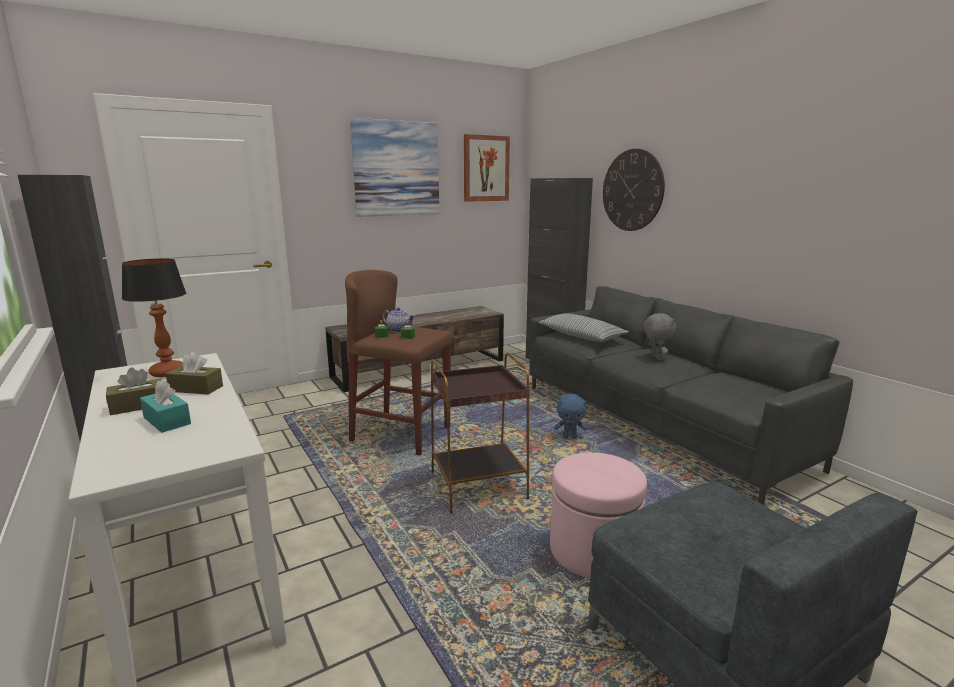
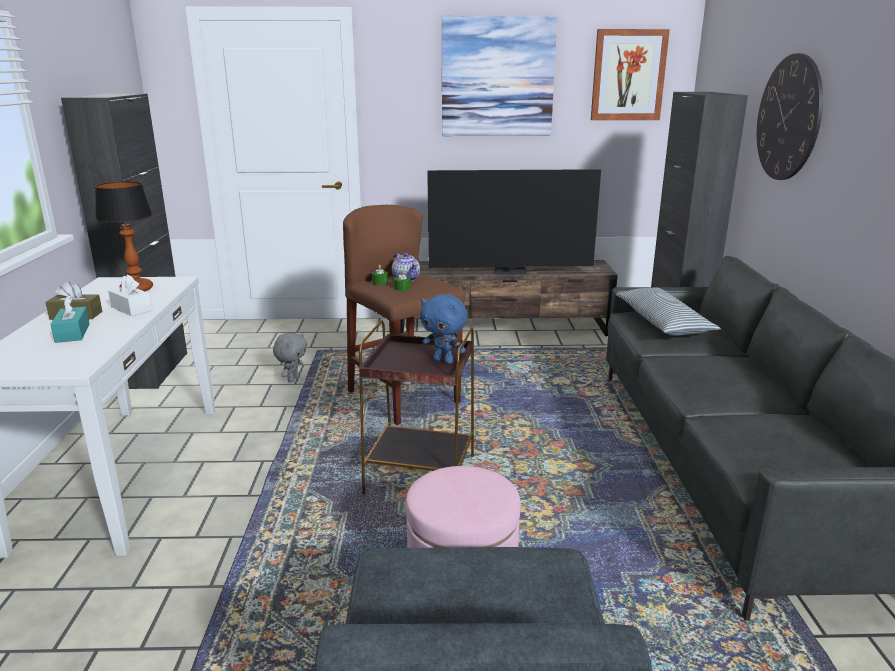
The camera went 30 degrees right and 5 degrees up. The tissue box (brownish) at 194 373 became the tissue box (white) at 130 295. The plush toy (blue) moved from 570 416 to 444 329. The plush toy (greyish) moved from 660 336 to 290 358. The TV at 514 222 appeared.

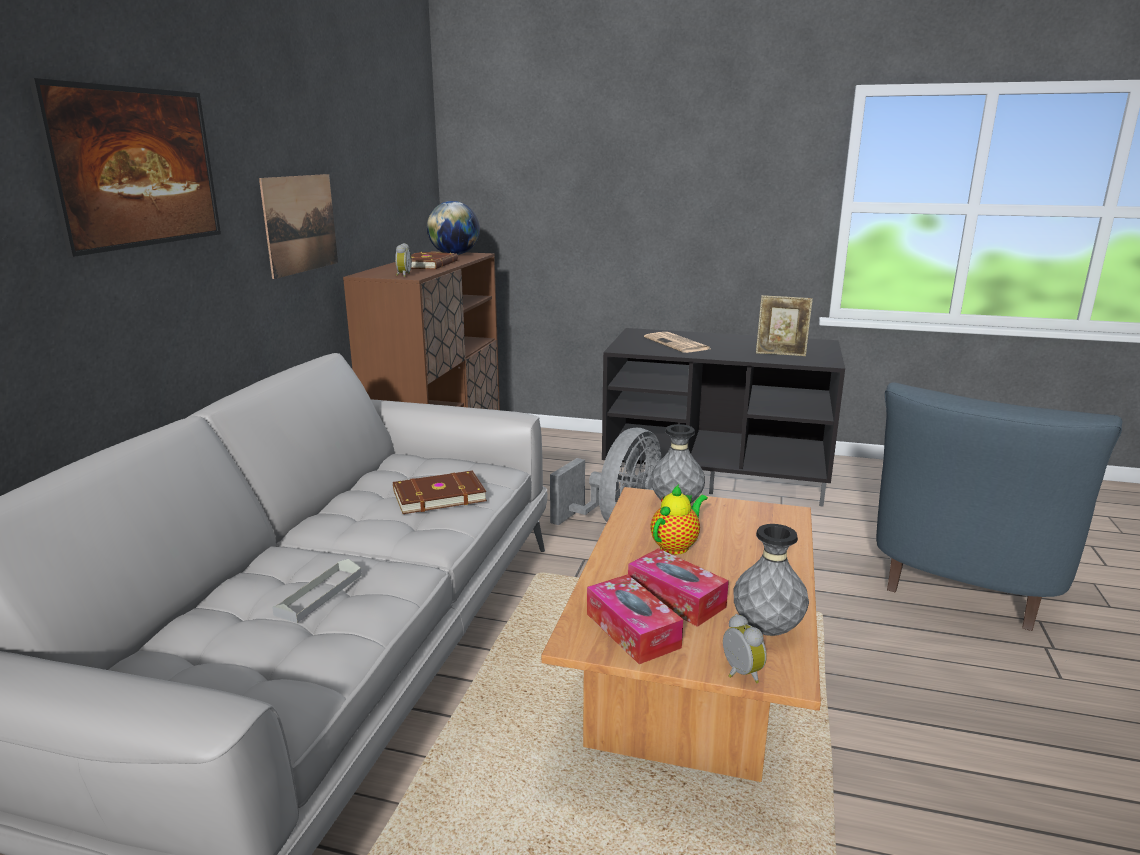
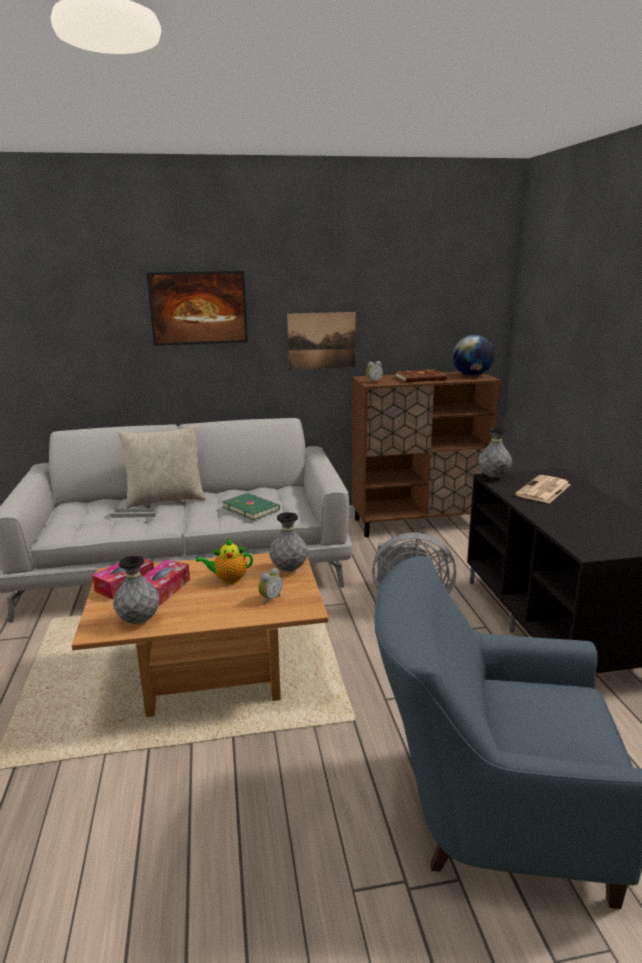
The camera went 65 degrees right and 0 degrees up. The volume (brownish) at 440 492 became the volume (green) at 251 506. The pot for tea at 679 519 turned 150 degrees clockwise. The bedside clock moved from 745 648 to 270 586. The standing frame at 784 325 disappeared. The cushion (beige) at 162 466 appeared. The decorative vase (greyish) at 495 452 appeared.

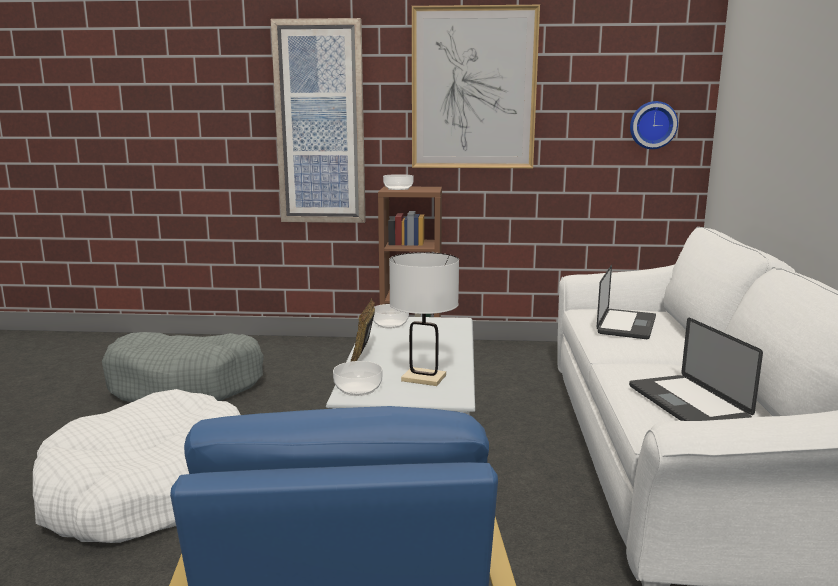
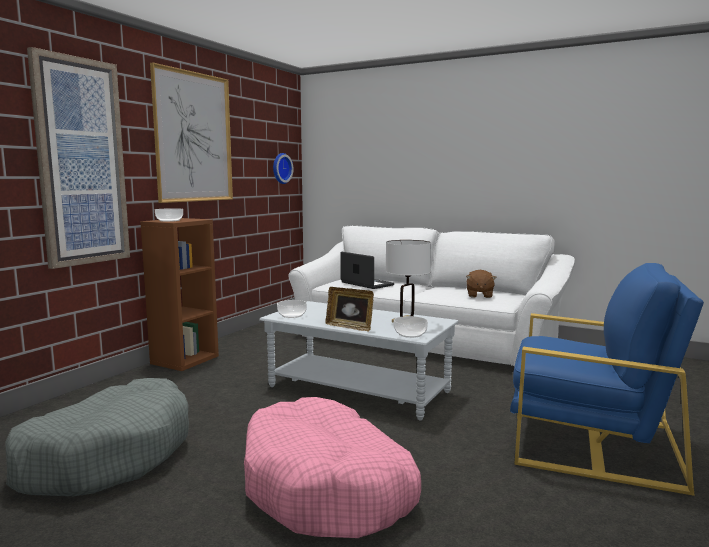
The camera went 65 degrees left and 5 degrees down. The pet bed (white) at 137 466 became the pet bed (pinkish) at 332 467. The portable computer at 696 369 was replaced by the plush toy (brownish) at 481 284.

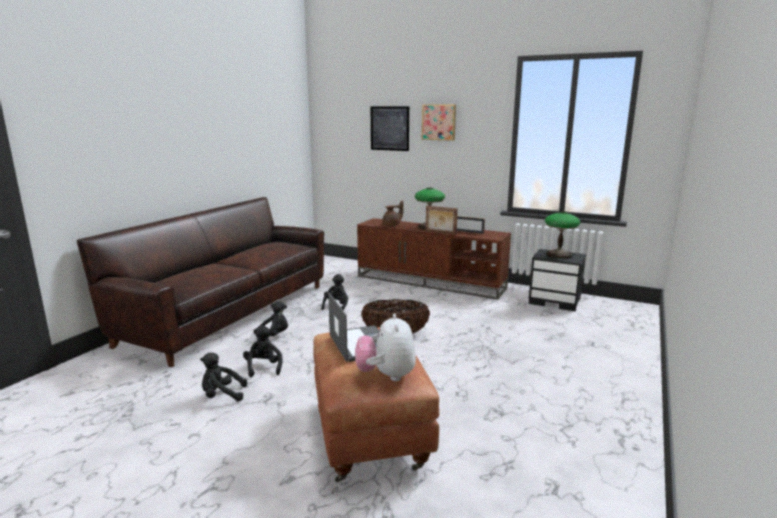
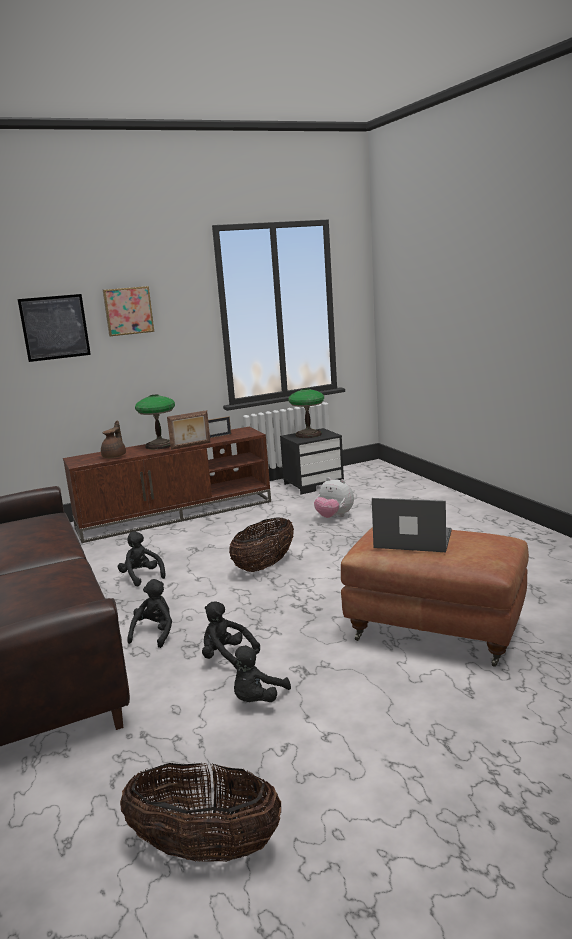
The camera went 50 degrees left and 0 degrees up. The plush toy moved from 385 347 to 334 497. The household basket at 200 812 appeared.

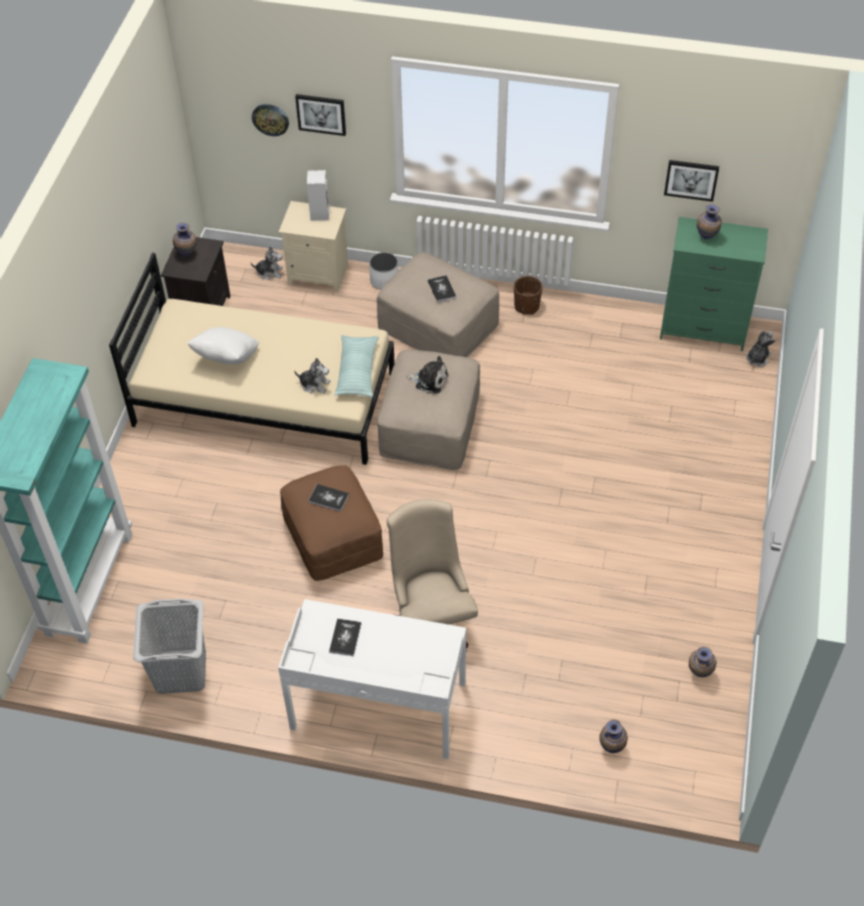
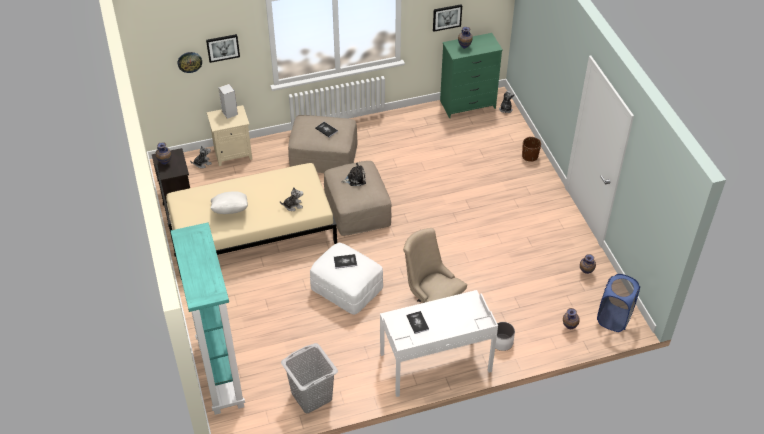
The camera went 30 degrees left and 5 degrees down. The footrest (brownish) at 331 523 became the footrest (white) at 346 279. The cushion at 356 366 disappeared. The flower pot (white) moved from 384 271 to 503 336. The flower pot (brownish) moved from 528 295 to 531 149. The hamper (blue) at 618 303 appeared.

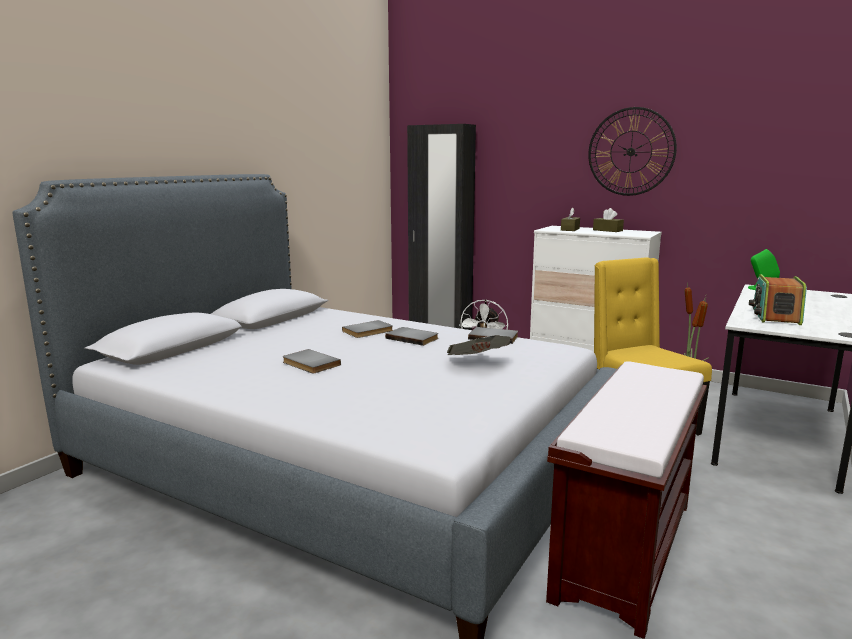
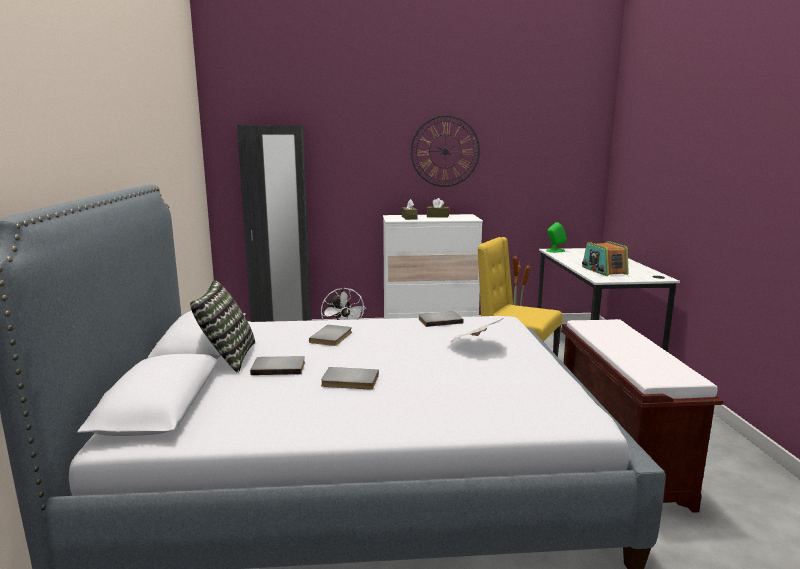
The camera went 35 degrees left and 0 degrees up. The volume (greyish) moved from 411 336 to 277 365. The cushion at 222 326 appeared.

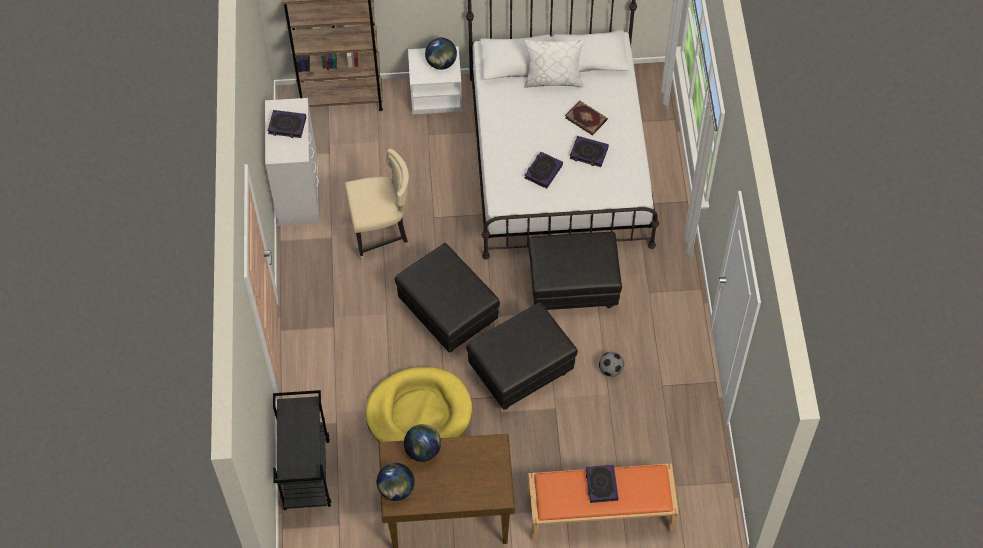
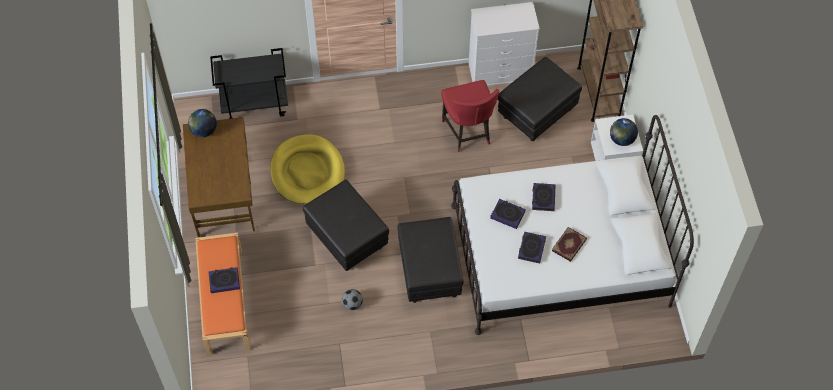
The camera went 85 degrees right and 0 degrees up. The volume moved from 287 124 to 543 197. The chair (beige) at 377 205 became the chair (reddish) at 470 116. The footrest (blackish) moved from 447 298 to 540 99. The desk globe at 422 443 disappeared. The cushion (white) at 554 63 disappeared.

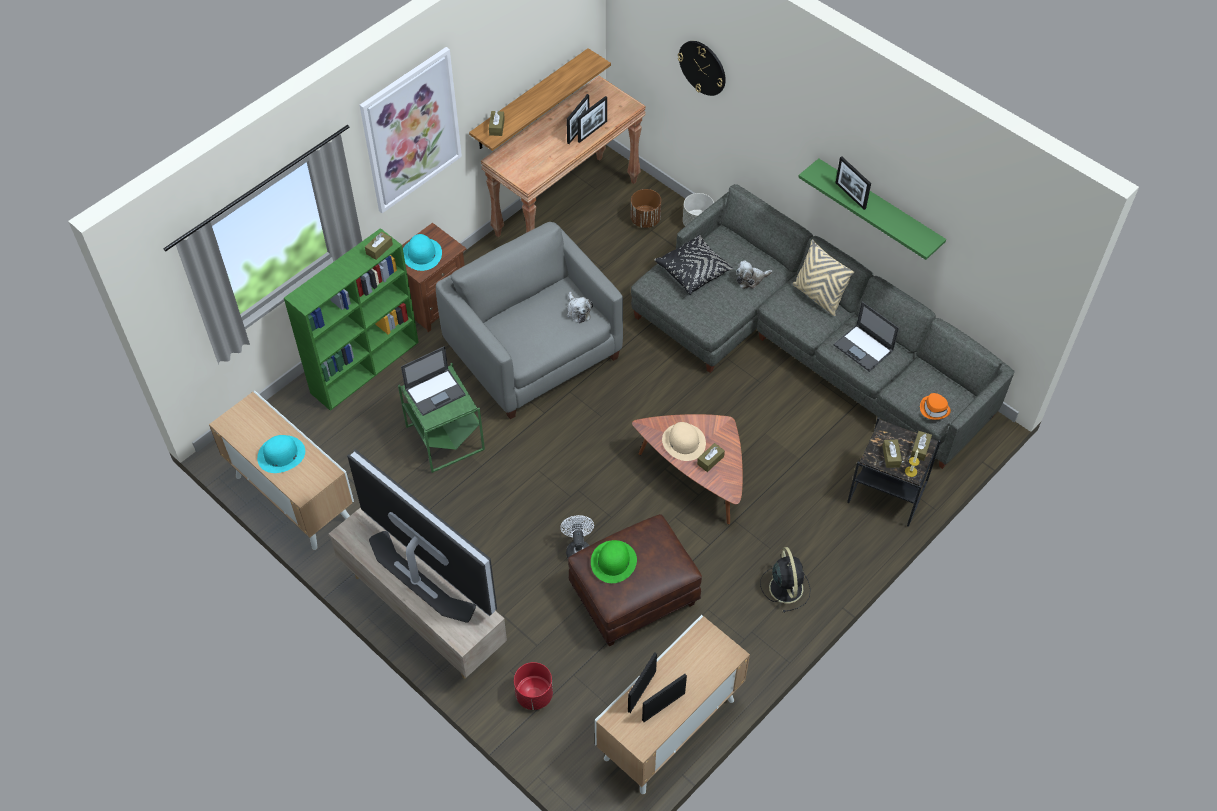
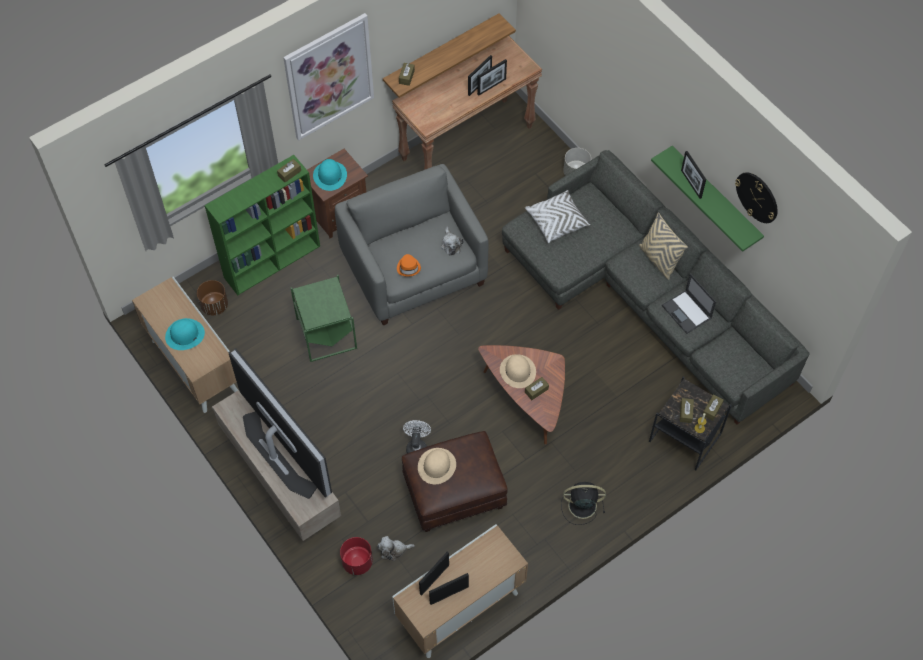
The camera went 10 degrees right and 5 degrees up. The portable computer at 433 381 disappeared. The clothing hat (green) at 614 561 became the clothing hat (beige) at 437 466. The flower pot (brownish) moved from 646 208 to 212 297. The cushion (blackish) at 694 265 became the cushion (white) at 557 216. The clock on the wall moved from 702 68 to 756 197. The plush toy moved from 754 274 to 396 548. The electric fan (blackish) at 785 580 turned 90 degrees counterclockwise. The clothing hat (orange-coloured) moved from 935 406 to 409 265.

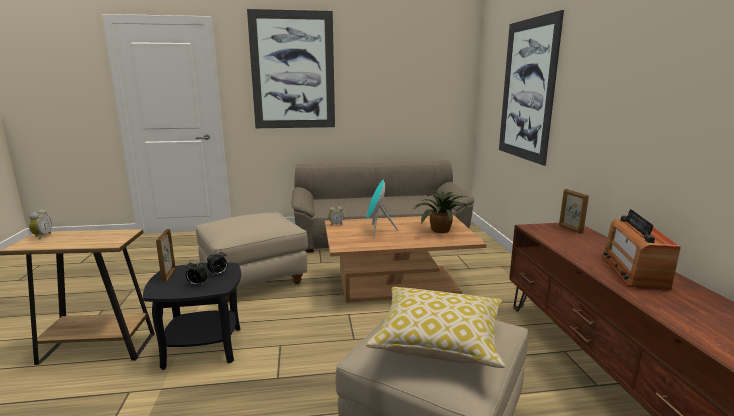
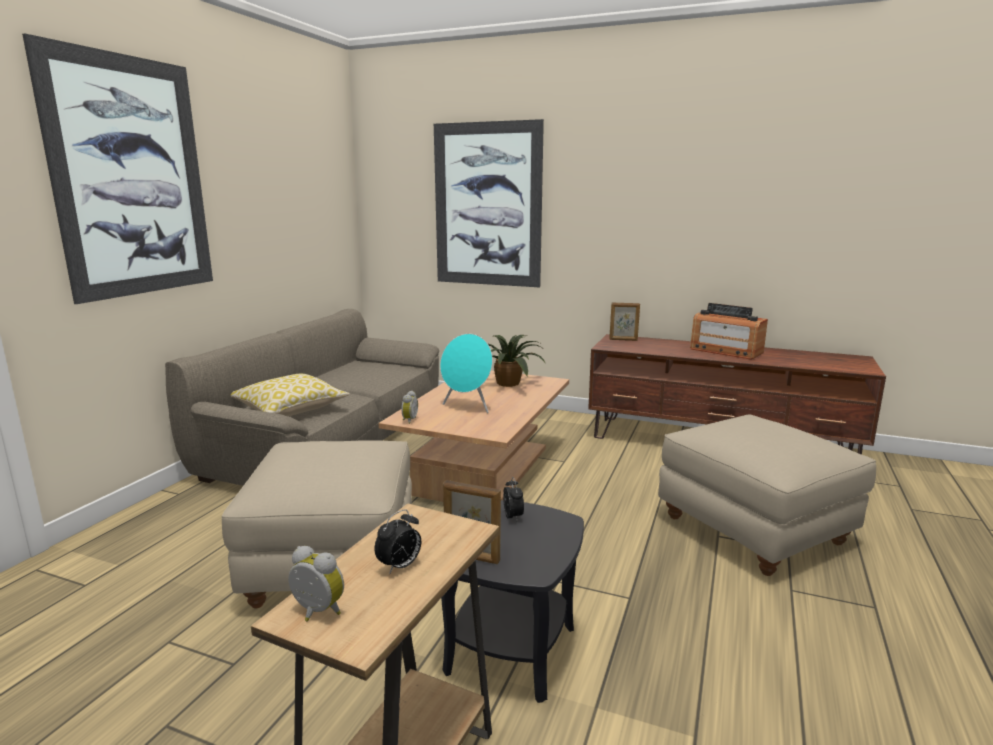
The camera went 60 degrees left and 0 degrees up. The bedside clock moved from 196 272 to 398 541. The cushion moved from 435 327 to 290 395.

